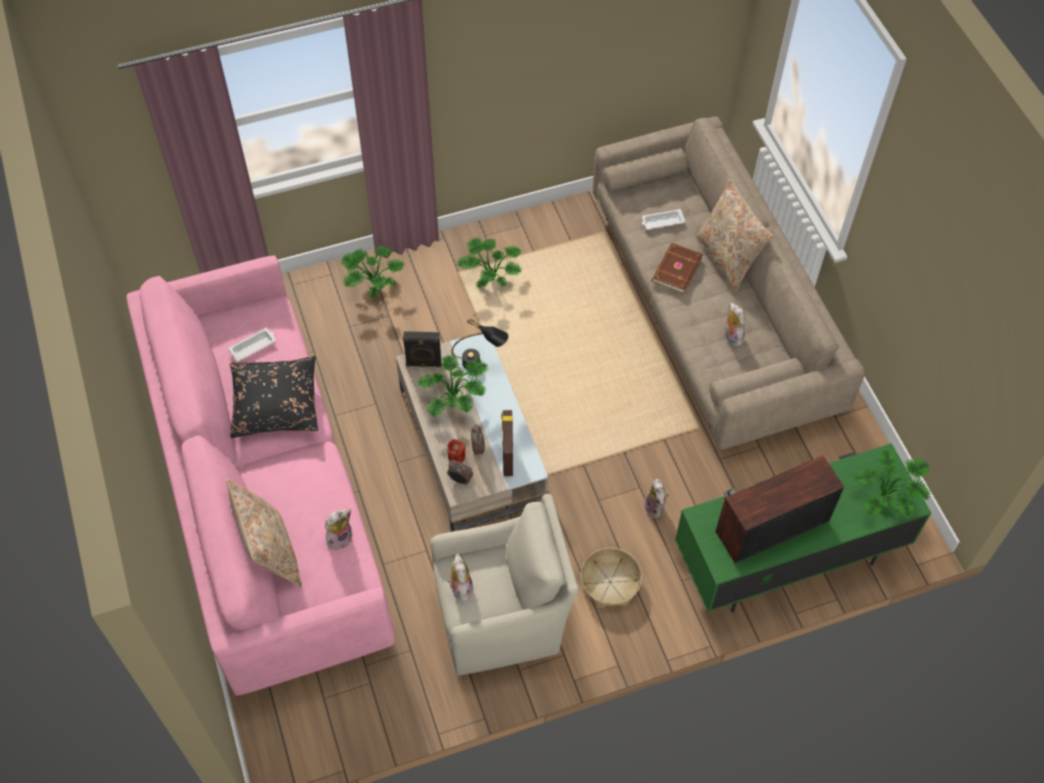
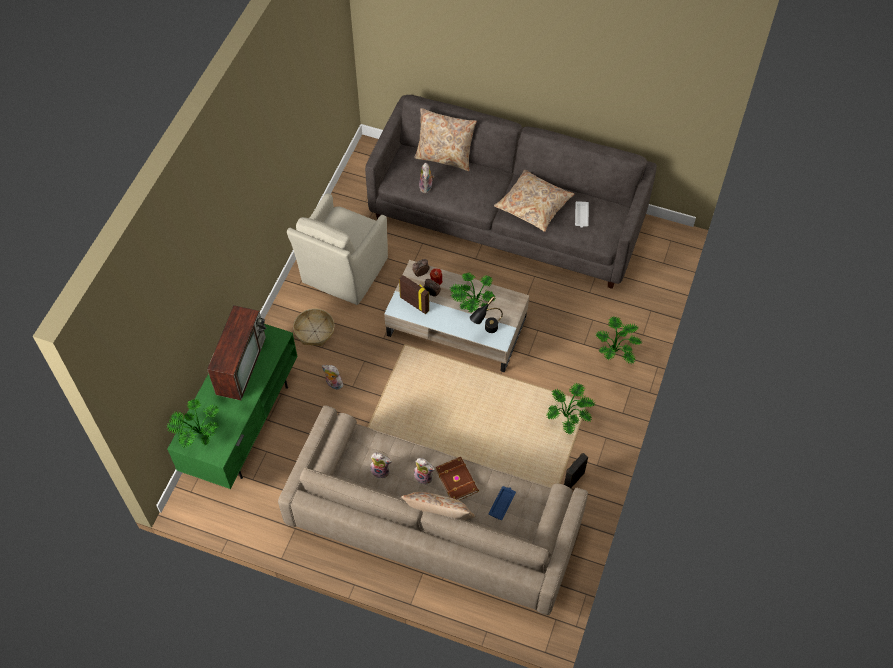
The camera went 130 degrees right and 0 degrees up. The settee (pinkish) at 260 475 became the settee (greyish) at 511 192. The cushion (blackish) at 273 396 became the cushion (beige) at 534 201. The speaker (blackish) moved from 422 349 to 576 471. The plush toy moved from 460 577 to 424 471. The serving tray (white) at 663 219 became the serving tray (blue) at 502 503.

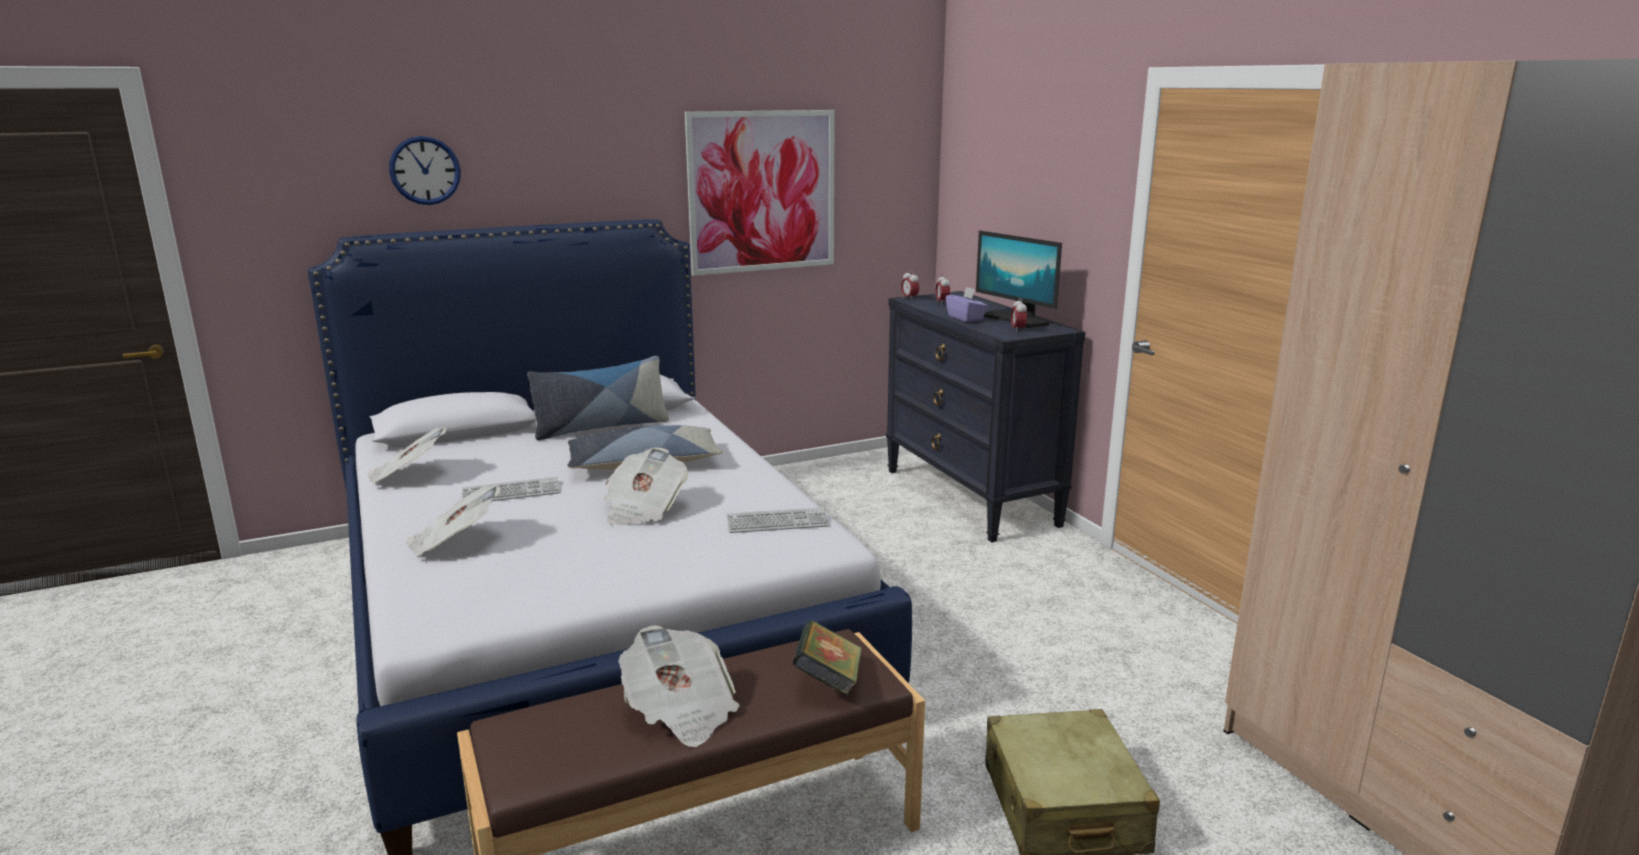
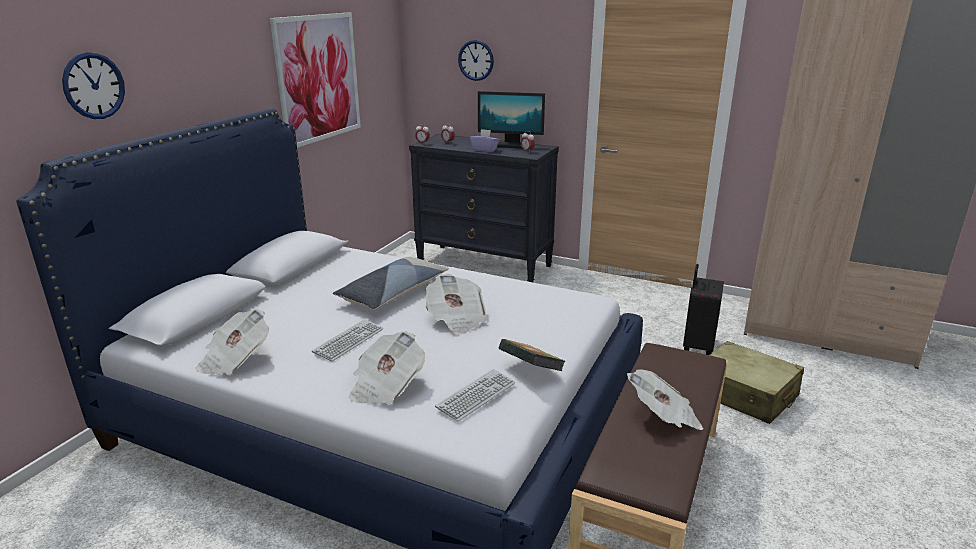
The camera went 40 degrees left and 5 degrees up. The cushion at 598 398 disappeared. The computer keyboard moved from 777 520 to 475 395. The volume moved from 826 658 to 532 355. The clock on the wall at 476 60 appeared. The travel case (blackish) at 703 309 appeared.

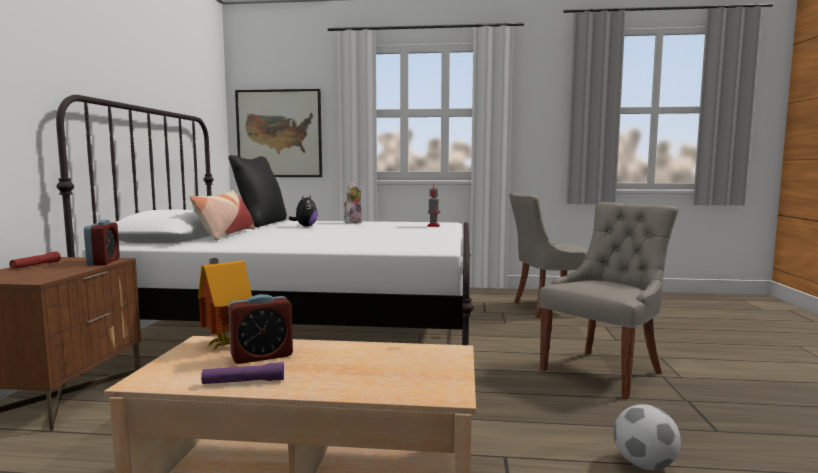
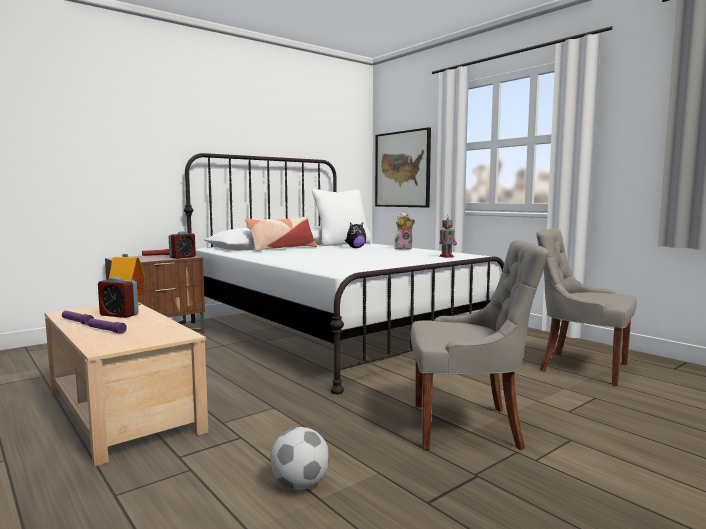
The camera went 45 degrees right and 0 degrees up. The cushion (blackish) at 257 191 became the cushion (white) at 341 217. The flashlight (purple) at 107 326 appeared.

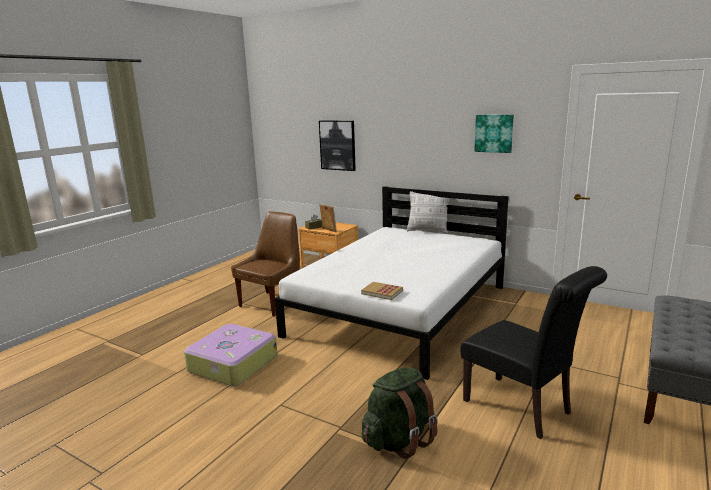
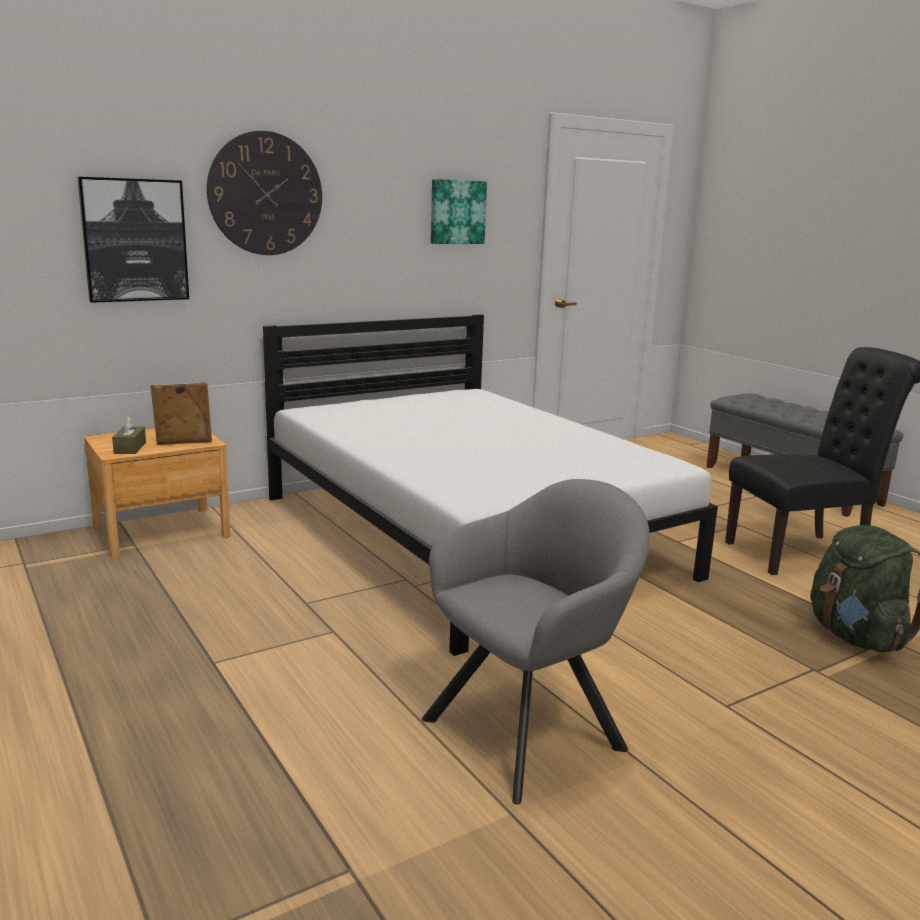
The camera went 65 degrees left and 0 degrees up. The travel case at 230 355 was replaced by the lounge chair (greyish) at 536 641. The chair (brownish) at 265 264 disappeared. The volume at 382 291 disappeared. The cushion at 427 212 disappeared. The clock on the wall at 264 193 appeared.

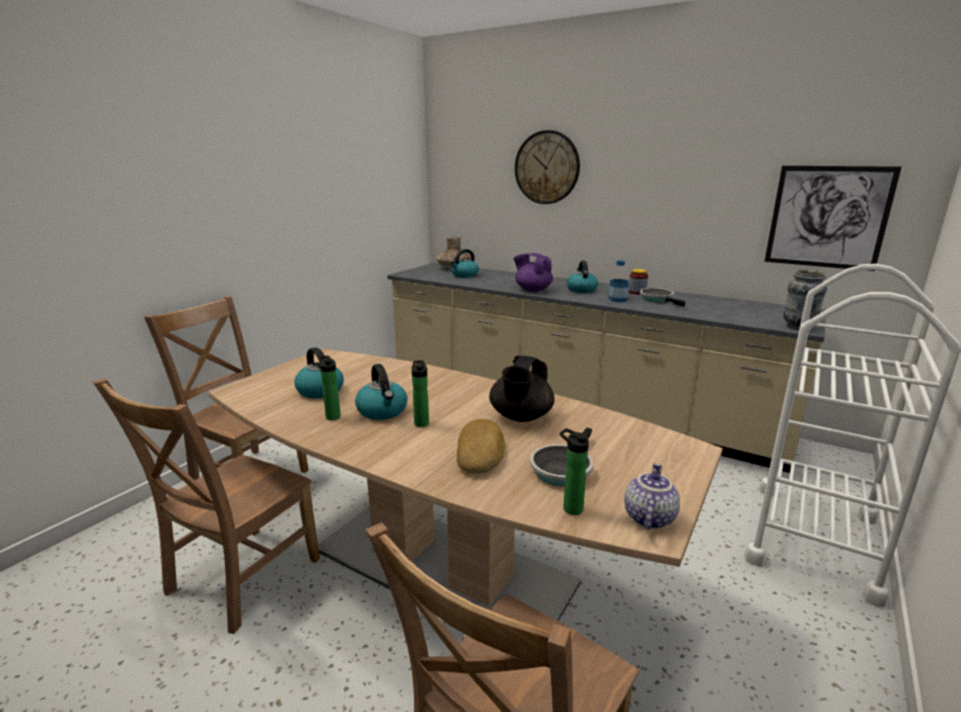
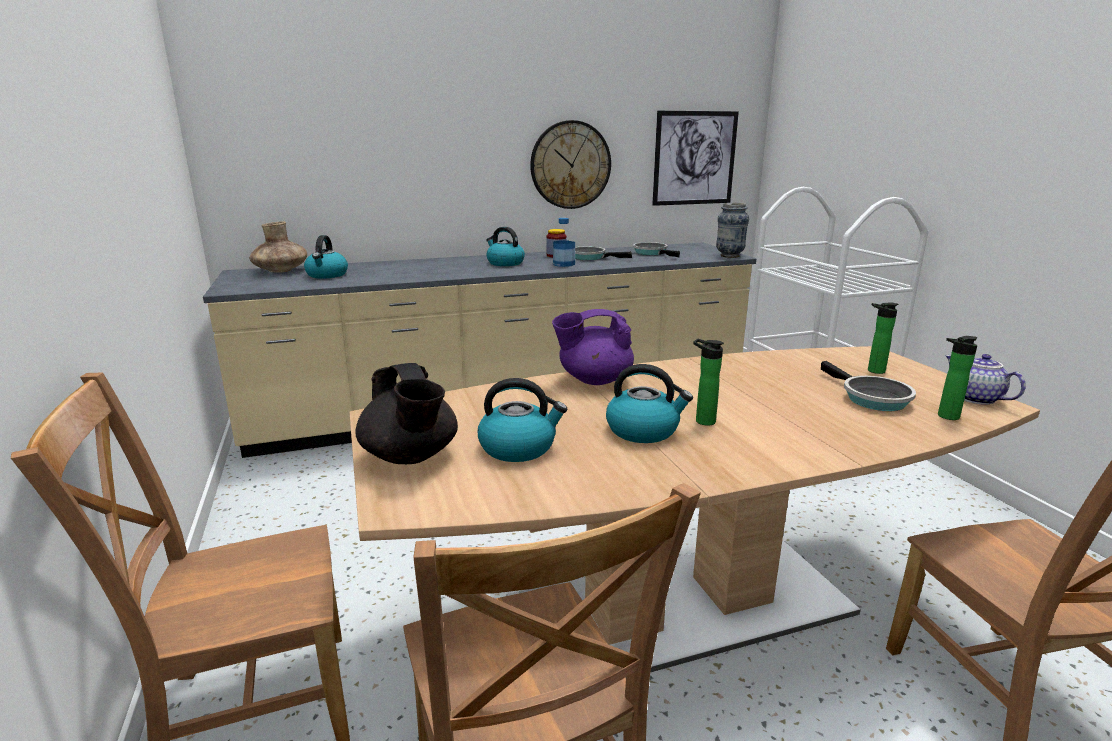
The camera went 50 degrees left and 0 degrees up. The beverage bottle moved from 330 387 to 883 338. The bakery bread at 481 446 disappeared. The pot for tea (blackish) moved from 521 389 to 406 413. The pot for tea (purple) moved from 533 272 to 593 347. The clock on the wall moved from 547 167 to 570 164. The frying pan at 656 249 appeared.

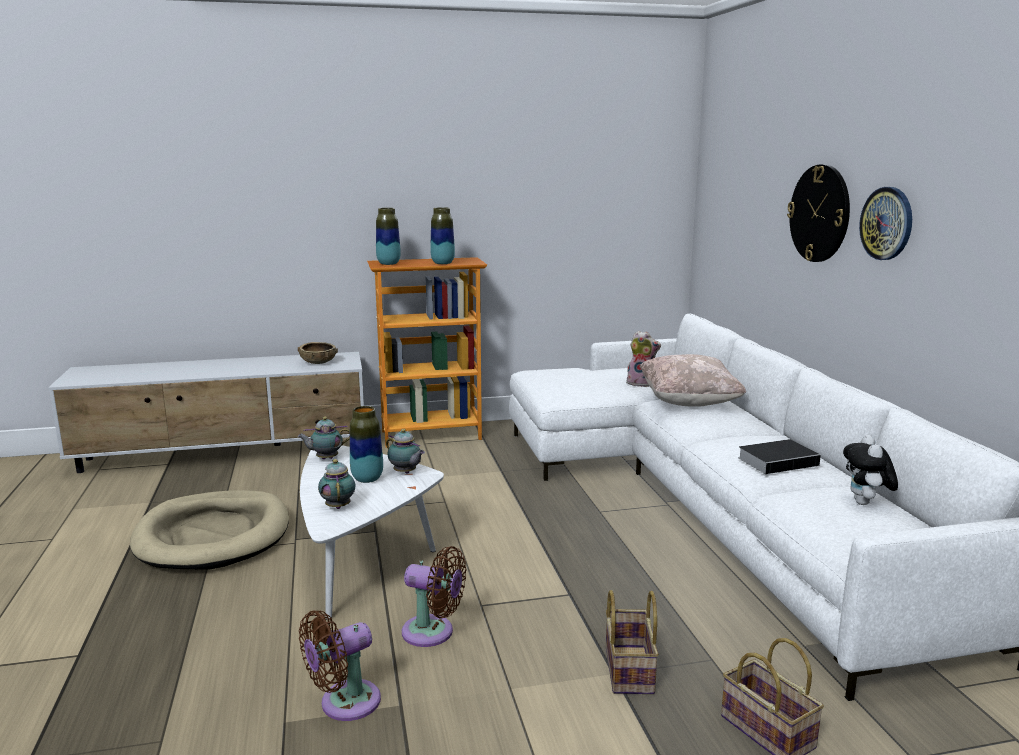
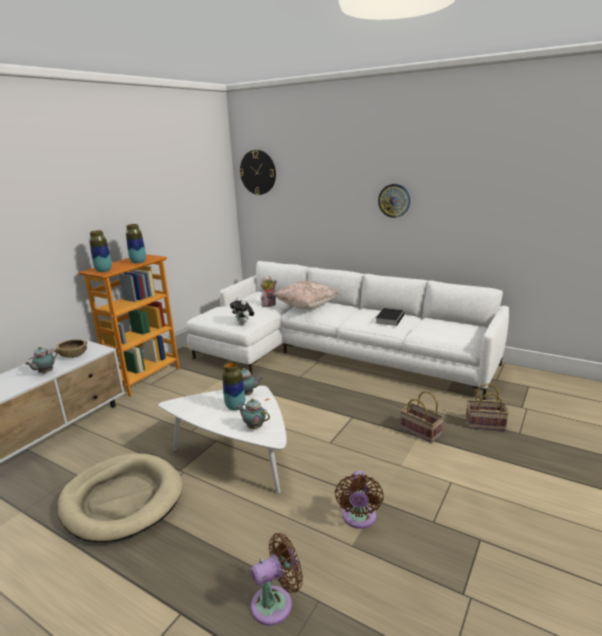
The camera went 45 degrees left and 5 degrees up. The pot for tea moved from 323 438 to 41 360. The electric fan (brownish) moved from 434 596 to 277 579. The clock on the wall moved from 818 213 to 257 172. The plush toy moved from 870 470 to 242 311.

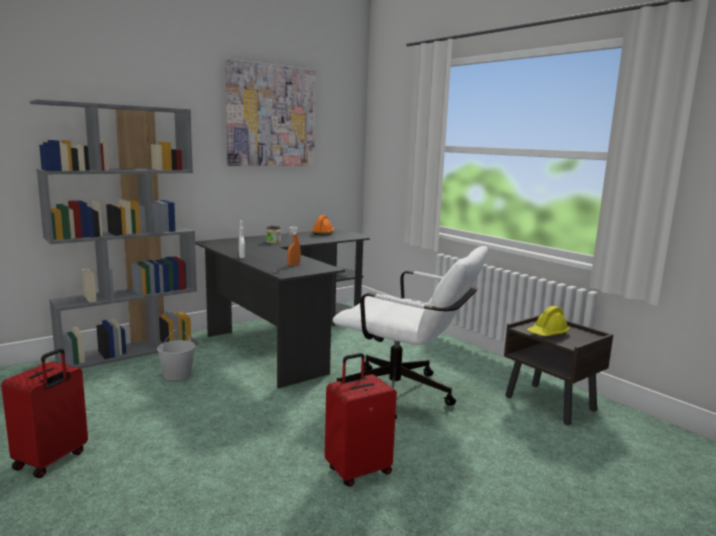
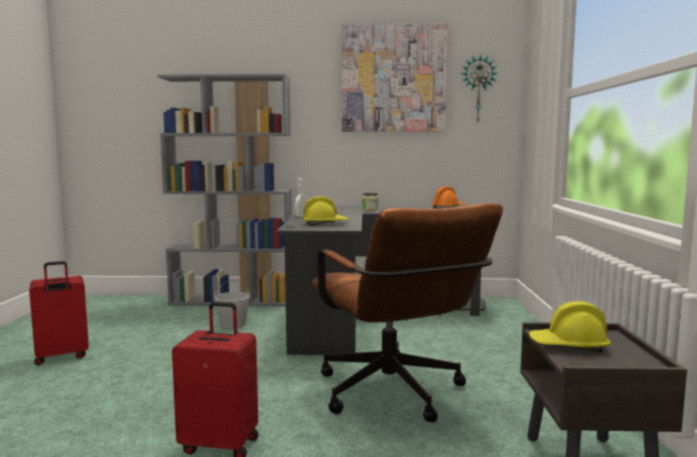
The camera went 40 degrees right and 5 degrees down. The hand sprayer (orange-coloured) at 294 246 was replaced by the hard hat (yellow-coloured) at 325 211. The computer chair (white) at 410 333 became the computer chair (brownish) at 407 312. The clock on the wall at 479 88 appeared.

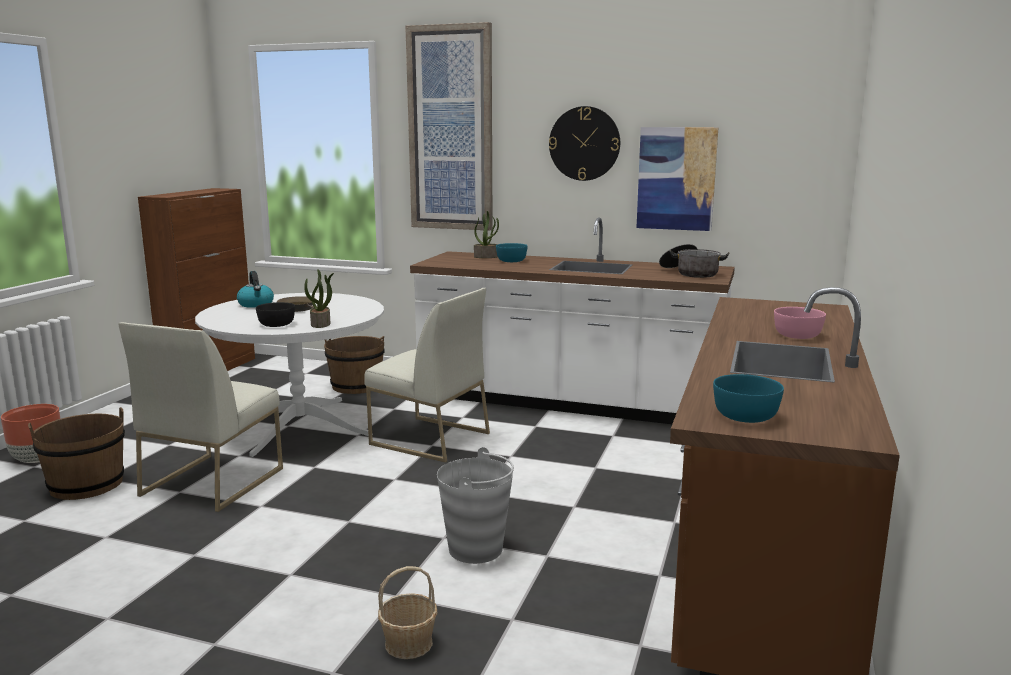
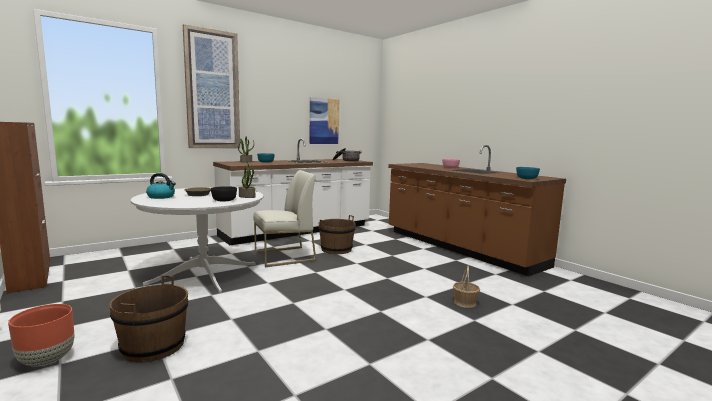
The camera went 55 degrees left and 5 degrees down. The chair (white) at 200 417 disappeared. The bucket (brownish) moved from 354 365 to 337 234. The bucket (greyish) at 475 505 disappeared. The clock on the wall at 584 143 disappeared.

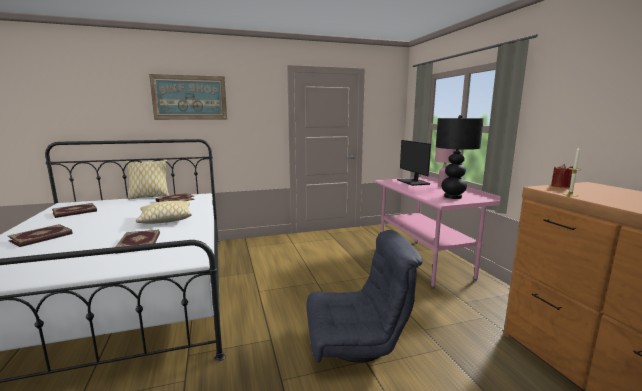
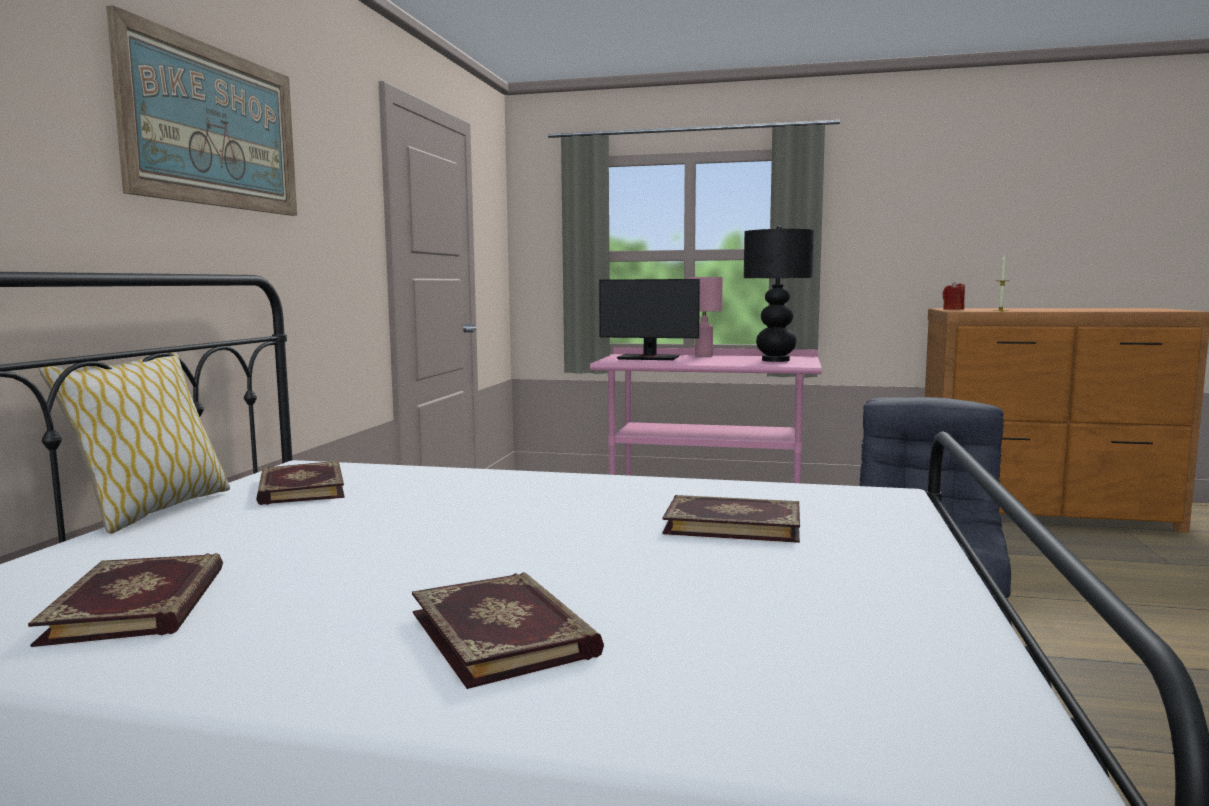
The camera went 60 degrees left and 5 degrees down. The cushion at 164 212 disappeared.

